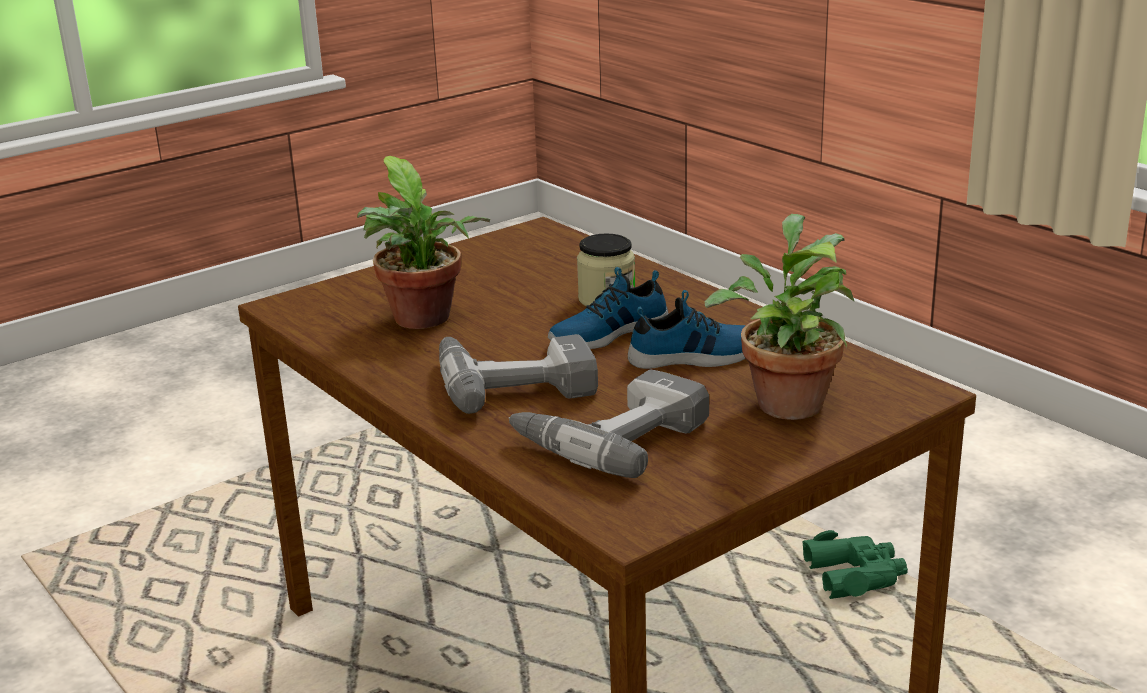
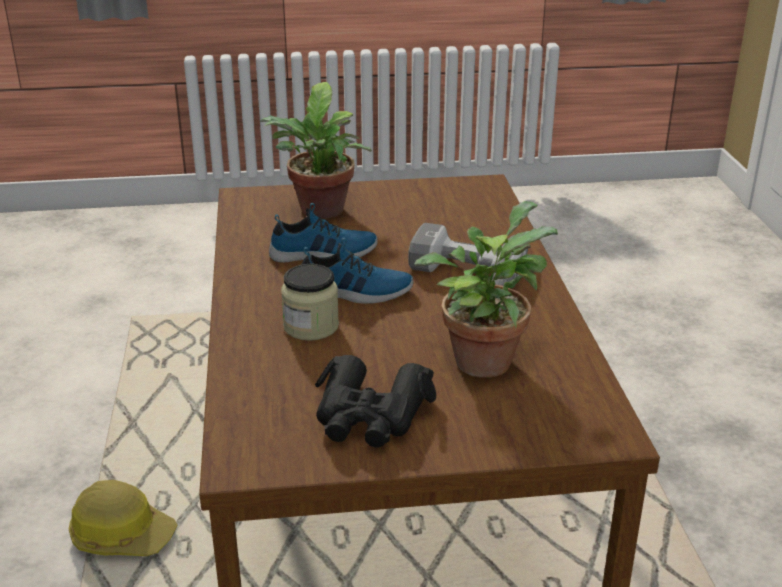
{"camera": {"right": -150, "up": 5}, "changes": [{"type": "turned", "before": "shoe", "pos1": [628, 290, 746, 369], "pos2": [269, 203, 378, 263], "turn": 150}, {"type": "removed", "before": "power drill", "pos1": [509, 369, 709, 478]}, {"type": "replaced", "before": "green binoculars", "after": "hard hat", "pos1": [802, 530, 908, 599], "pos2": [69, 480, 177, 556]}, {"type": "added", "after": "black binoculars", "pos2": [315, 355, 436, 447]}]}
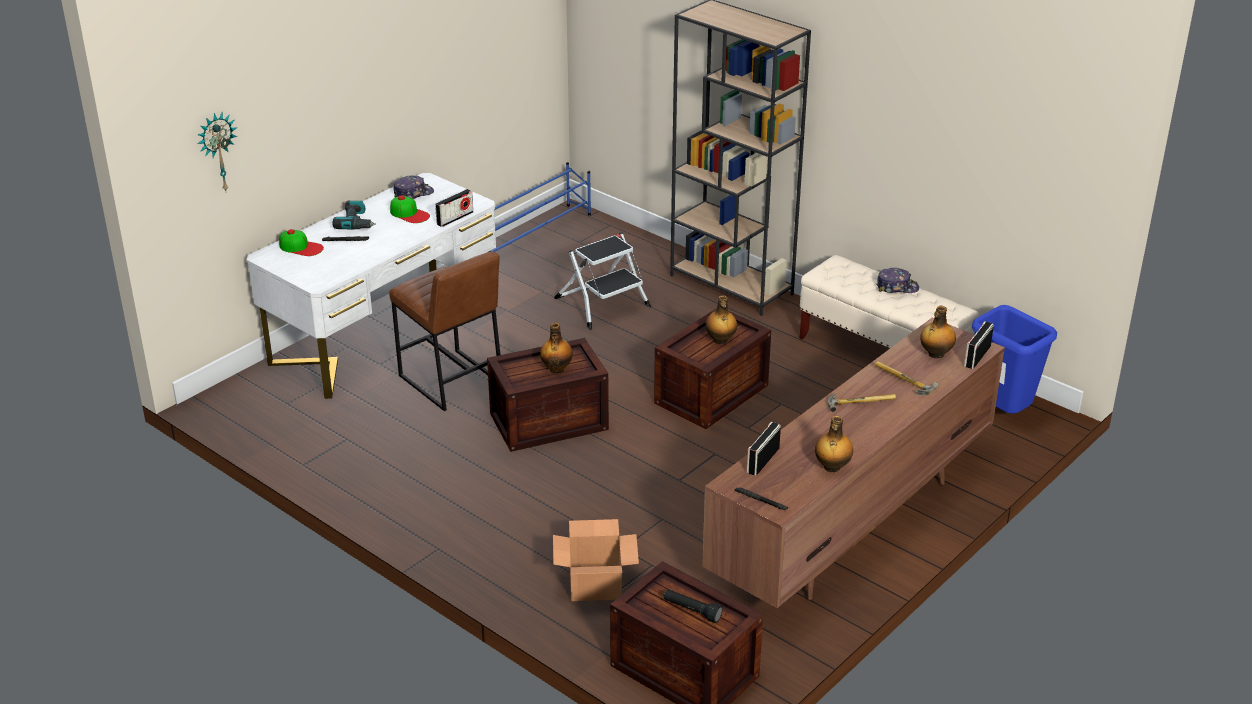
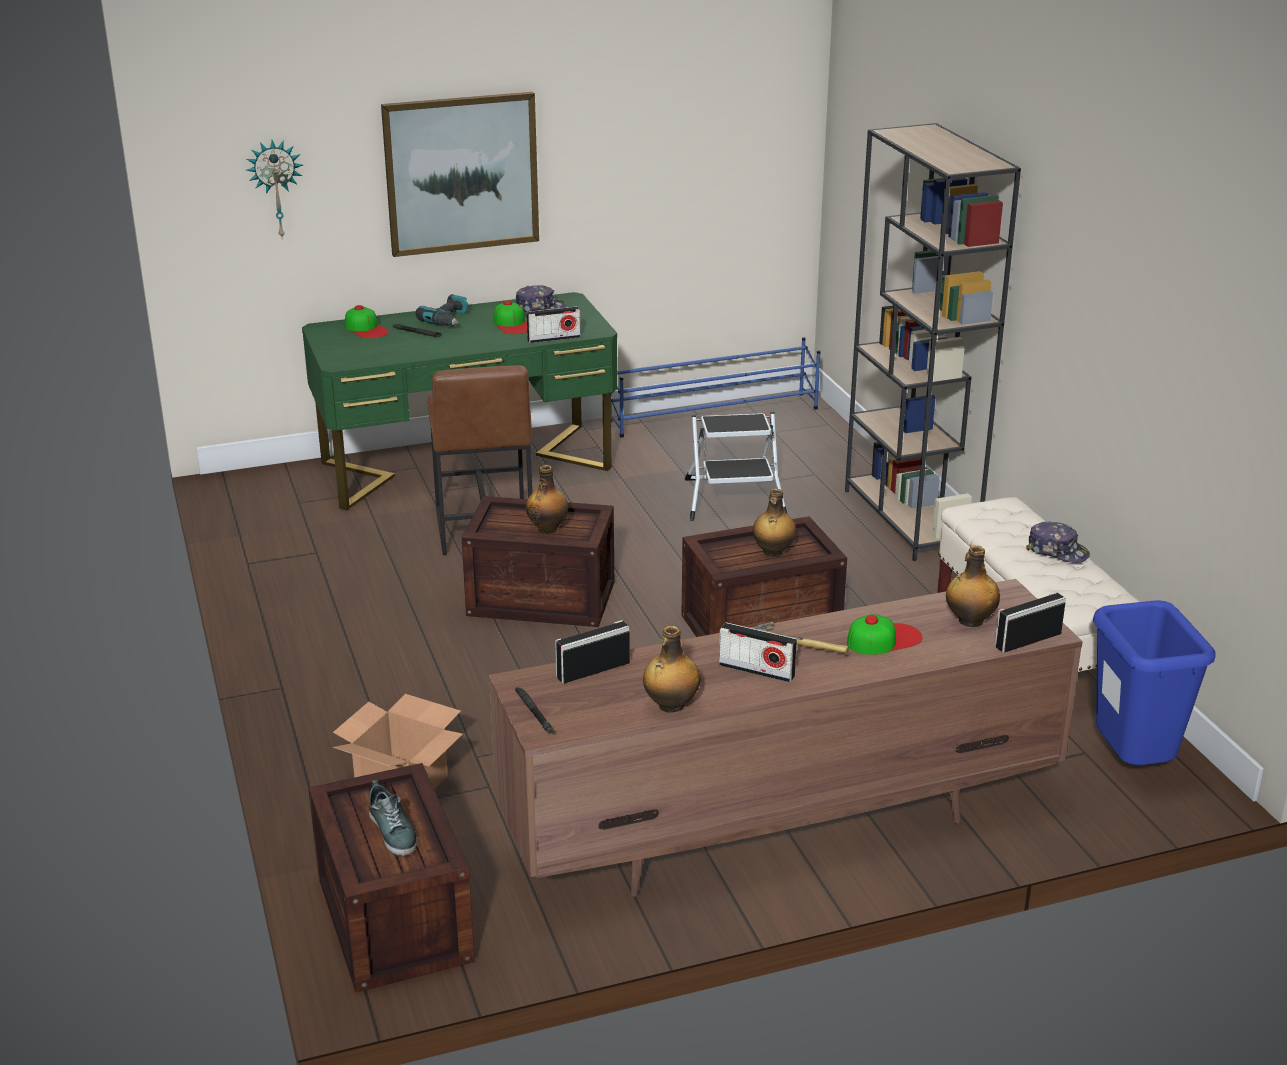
{"camera": {"right": 30, "up": -5}, "changes": [{"type": "recoloured", "before": "white desk", "after": "green desk", "pos1": [247, 173, 496, 399], "pos2": [302, 292, 617, 510]}, {"type": "replaced", "before": "hammer", "after": "cap", "pos1": [874, 361, 939, 396], "pos2": [847, 614, 922, 655]}, {"type": "replaced", "before": "black flashlight", "after": "shoe", "pos1": [663, 589, 723, 623], "pos2": [369, 780, 417, 856]}, {"type": "added", "after": "picture", "pos2": [381, 92, 539, 257]}, {"type": "added", "after": "radio", "pos2": [719, 622, 797, 683]}]}
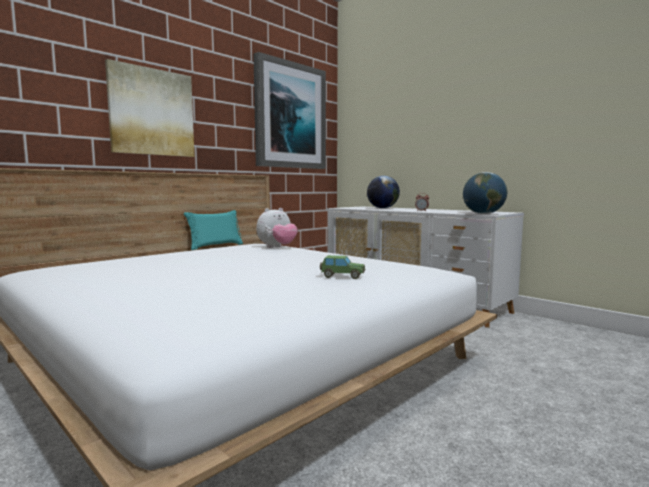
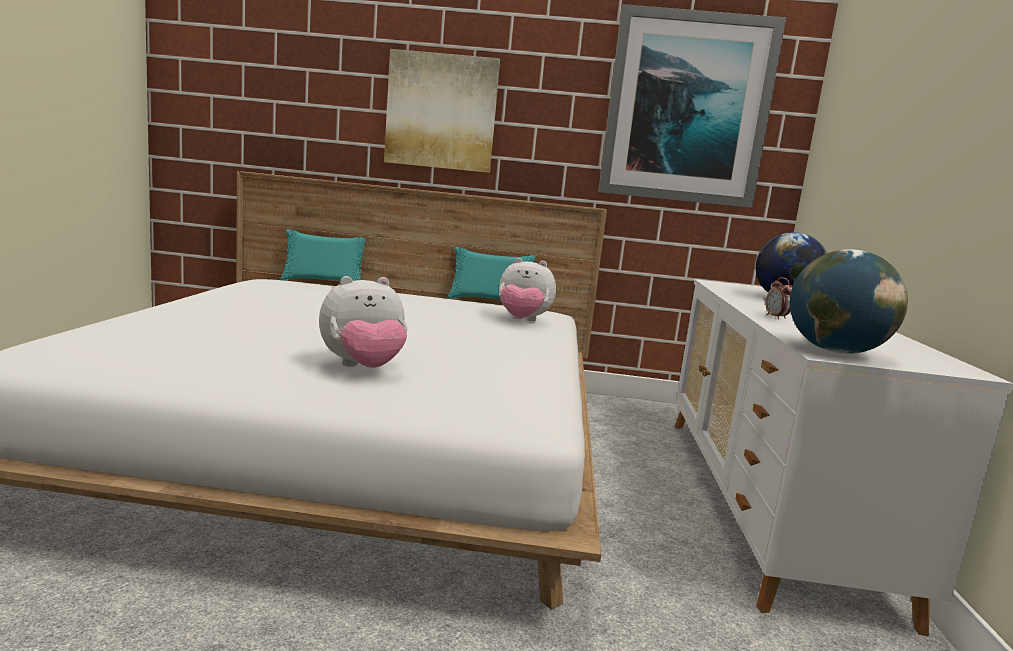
{"camera": {"right": 50, "up": 5}, "changes": [{"type": "replaced", "before": "toy car", "after": "plush toy", "pos1": [320, 255, 365, 279], "pos2": [319, 276, 408, 368]}, {"type": "added", "after": "turquoise pillow", "pos2": [280, 229, 365, 281]}]}
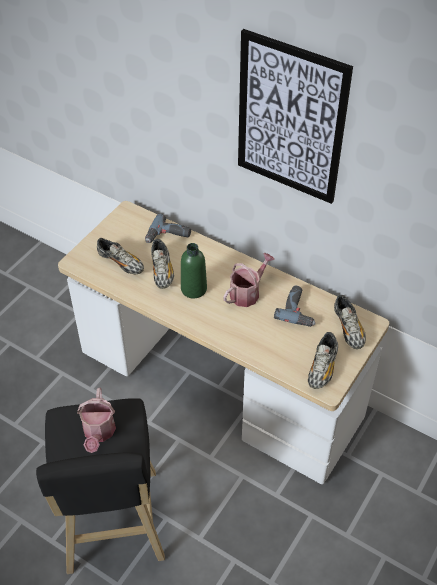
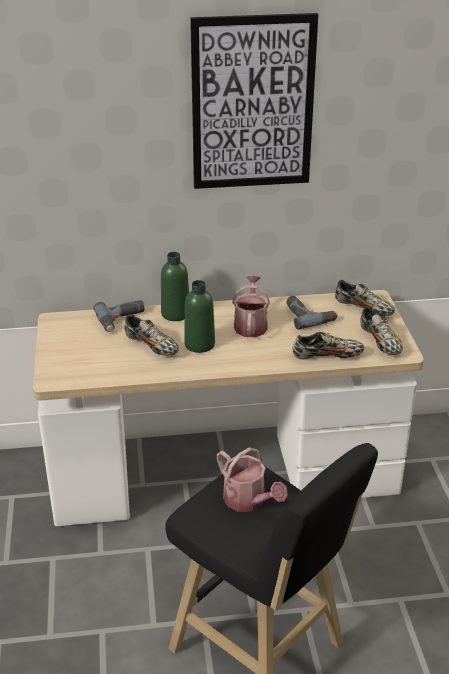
{"camera": {"right": -40, "up": -15}, "changes": [{"type": "moved", "before": "shoe", "pos1": [97, 238, 144, 274], "pos2": [293, 332, 364, 359]}, {"type": "added", "after": "green bottle", "pos2": [161, 252, 189, 321]}]}
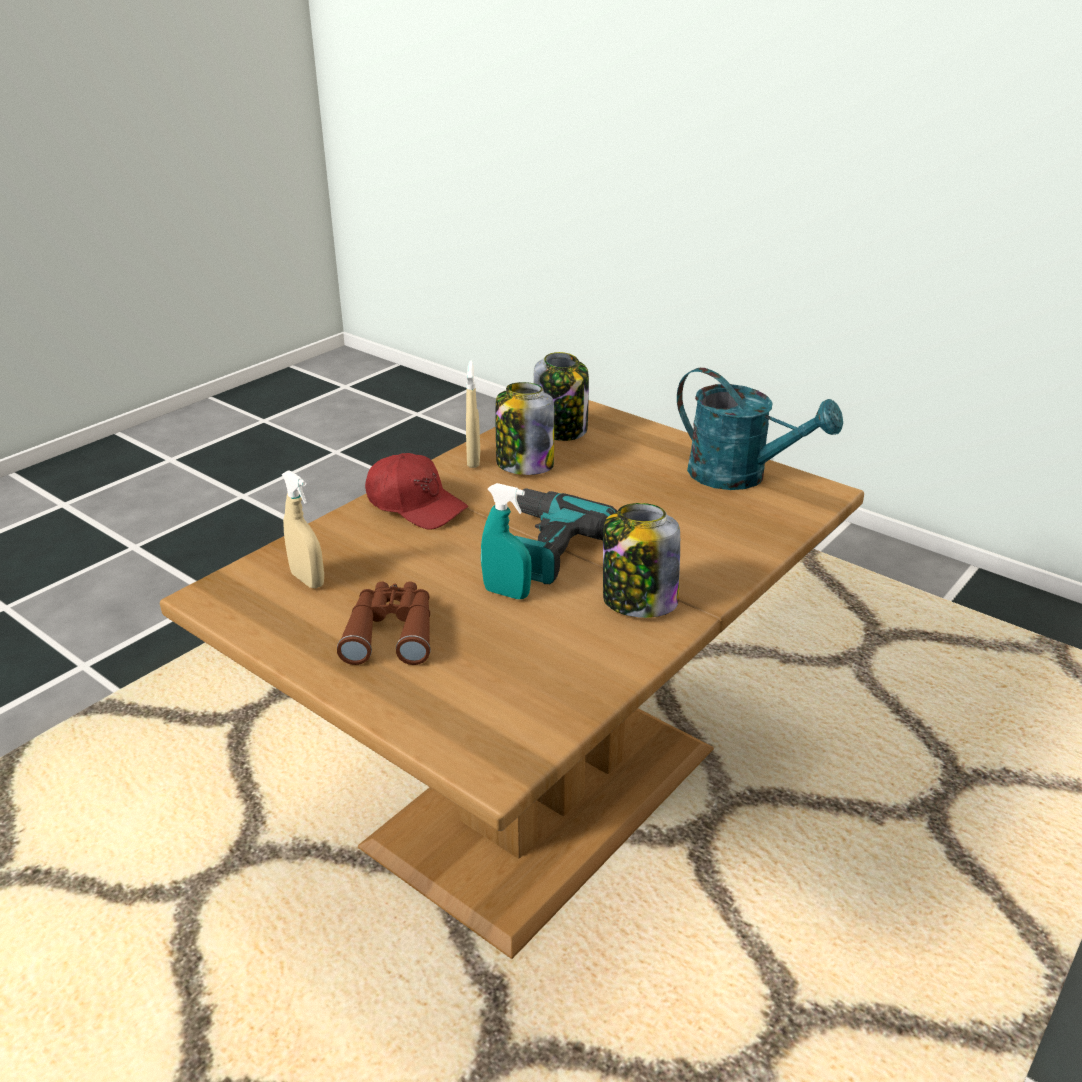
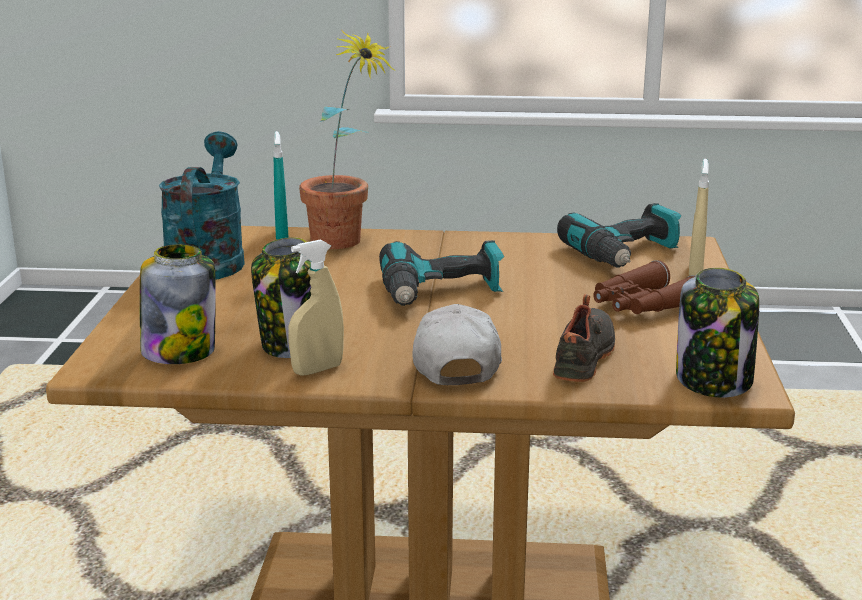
{"camera": {"right": -125, "up": -10}, "changes": [{"type": "recoloured", "before": "red cap", "after": "white cap", "pos1": [365, 453, 468, 529], "pos2": [413, 304, 502, 385]}, {"type": "moved", "before": "beige spray bottle", "pos1": [281, 470, 324, 588], "pos2": [689, 159, 709, 276]}, {"type": "moved", "before": "turquoise spray bottle", "pos1": [481, 483, 531, 599], "pos2": [273, 131, 289, 239]}, {"type": "moved", "before": "jar", "pos1": [603, 503, 680, 618], "pos2": [676, 268, 759, 398]}, {"type": "added", "after": "potted plant", "pos2": [299, 30, 395, 249]}, {"type": "added", "after": "power drill", "pos2": [557, 203, 682, 268]}, {"type": "added", "after": "black shoe", "pos2": [553, 294, 615, 382]}]}
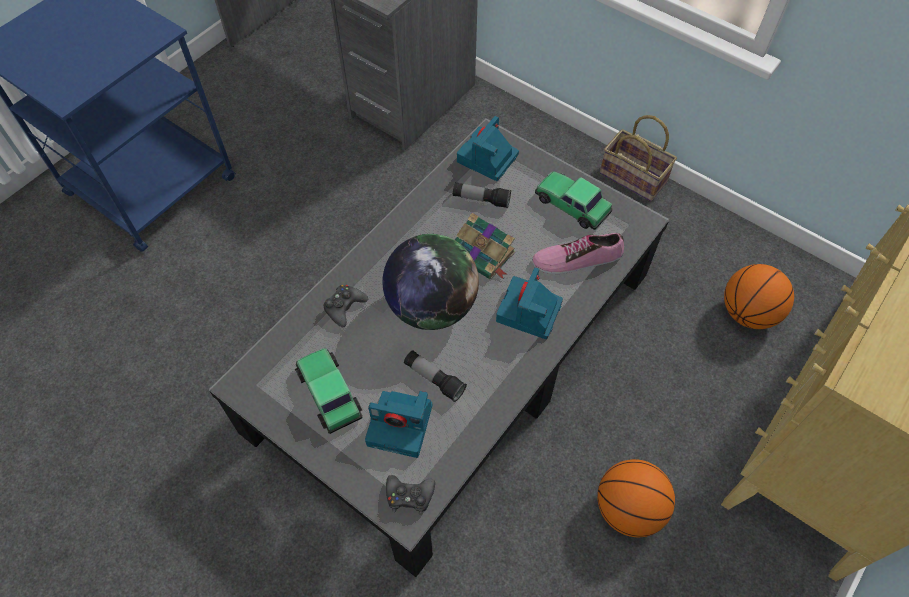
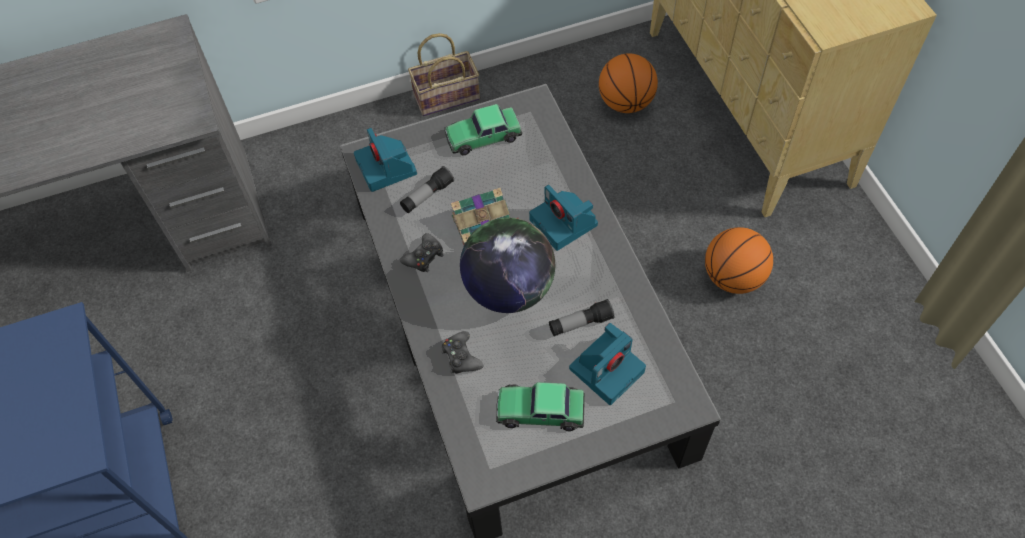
{"camera": {"right": -55, "up": 0}, "changes": [{"type": "removed", "before": "shoe", "pos1": [532, 233, 624, 274]}, {"type": "moved", "before": "black game controller", "pos1": [386, 475, 435, 515], "pos2": [400, 233, 444, 272]}]}
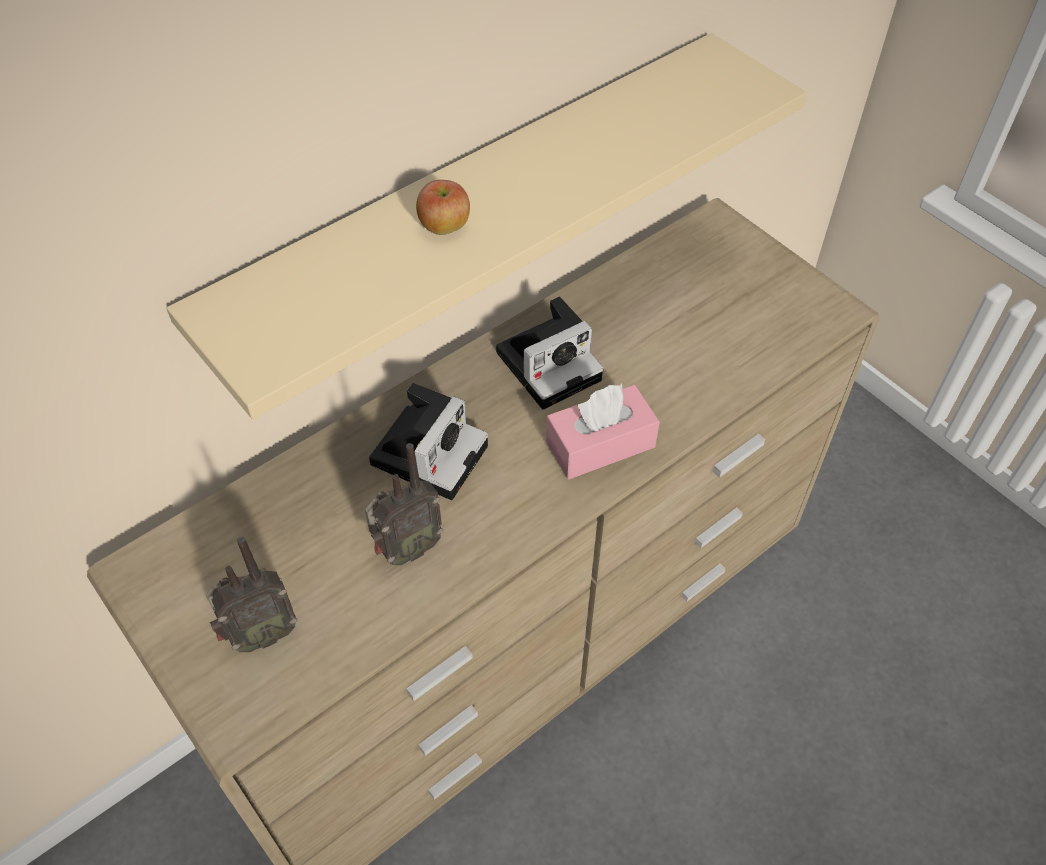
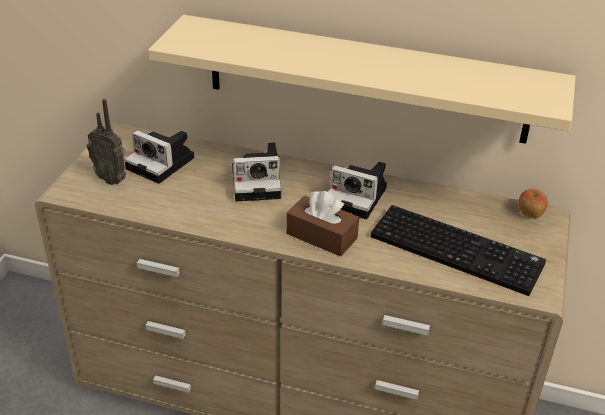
{"camera": {"right": 55, "up": -15}, "changes": [{"type": "moved", "before": "apple", "pos1": [416, 180, 470, 235], "pos2": [518, 189, 548, 219]}, {"type": "recoloured", "before": "pink tissue box", "after": "brown tissue box", "pos1": [546, 384, 660, 479], "pos2": [286, 191, 359, 257]}, {"type": "removed", "before": "radio", "pos1": [365, 443, 443, 565]}, {"type": "added", "after": "photo camera", "pos2": [124, 130, 194, 184]}, {"type": "added", "after": "keyboard", "pos2": [371, 205, 546, 296]}]}
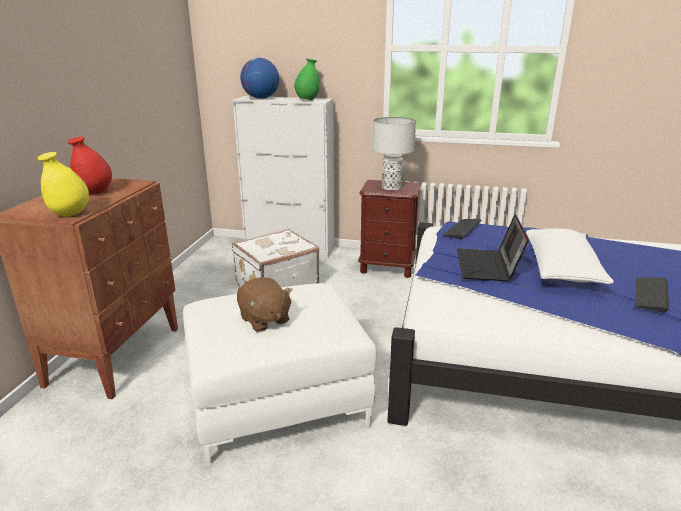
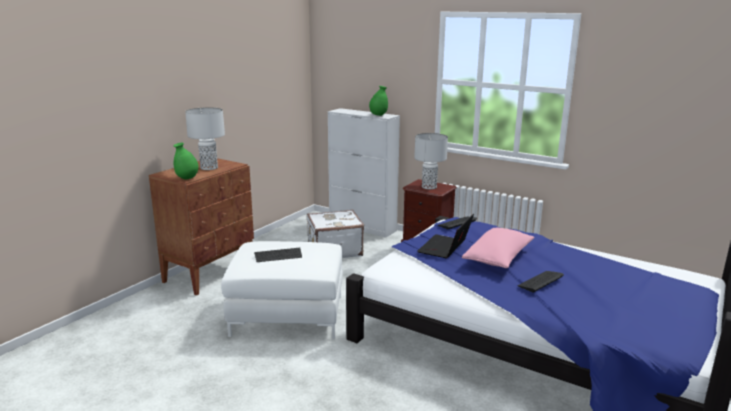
{"camera": {"right": 20, "up": -5}, "changes": [{"type": "removed", "before": "globe", "pos1": [240, 58, 279, 99]}, {"type": "replaced", "before": "red vase", "after": "white table lamp", "pos1": [68, 137, 112, 195], "pos2": [185, 107, 225, 170]}, {"type": "recoloured", "before": "yellow vase", "after": "green vase", "pos1": [38, 152, 89, 217], "pos2": [174, 143, 199, 180]}, {"type": "recoloured", "before": "white pillow", "after": "pink pillow", "pos1": [526, 228, 614, 284], "pos2": [462, 228, 534, 268]}, {"type": "replaced", "before": "brown plush toy", "after": "keyboard", "pos1": [237, 277, 292, 332], "pos2": [254, 248, 302, 262]}]}
